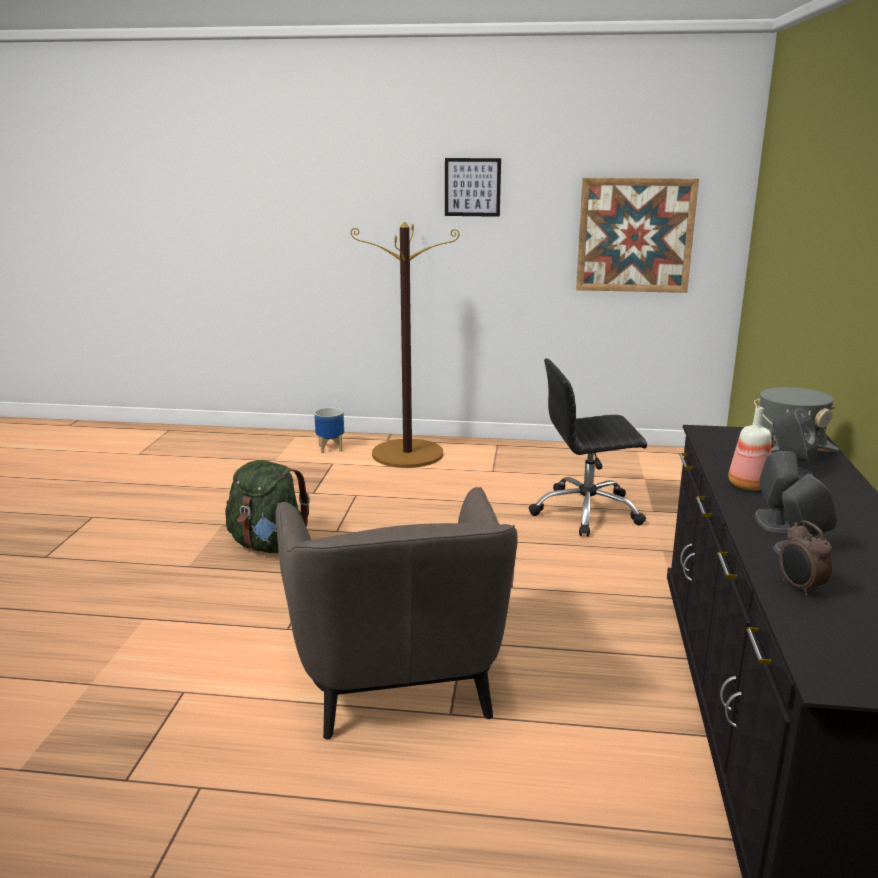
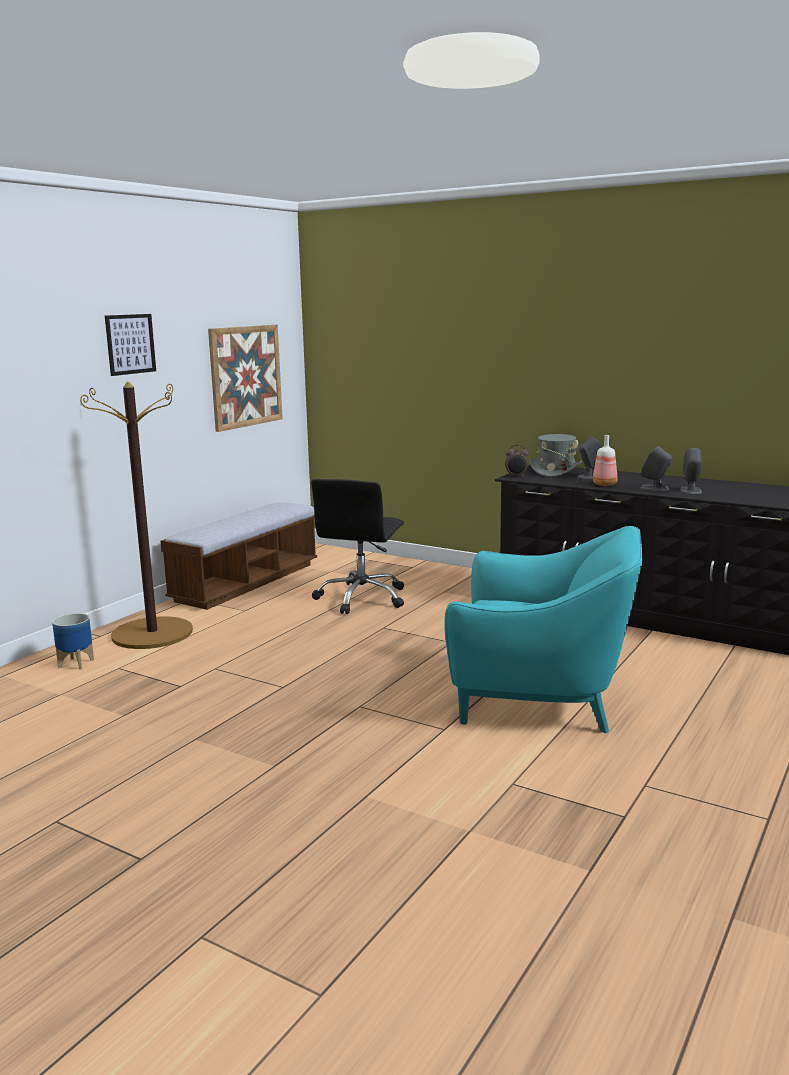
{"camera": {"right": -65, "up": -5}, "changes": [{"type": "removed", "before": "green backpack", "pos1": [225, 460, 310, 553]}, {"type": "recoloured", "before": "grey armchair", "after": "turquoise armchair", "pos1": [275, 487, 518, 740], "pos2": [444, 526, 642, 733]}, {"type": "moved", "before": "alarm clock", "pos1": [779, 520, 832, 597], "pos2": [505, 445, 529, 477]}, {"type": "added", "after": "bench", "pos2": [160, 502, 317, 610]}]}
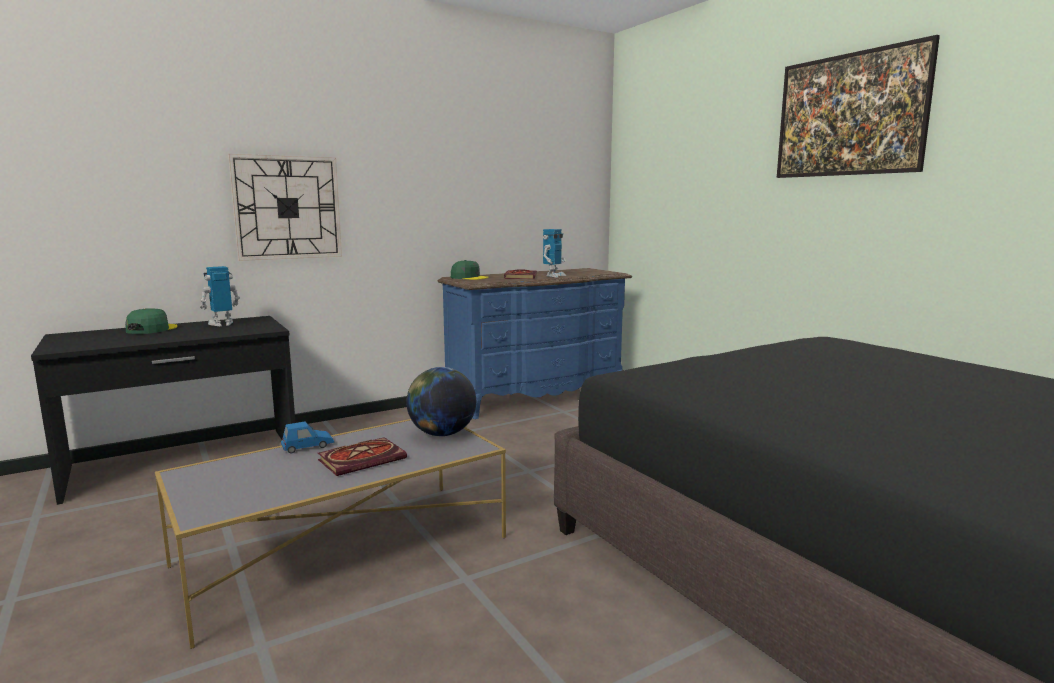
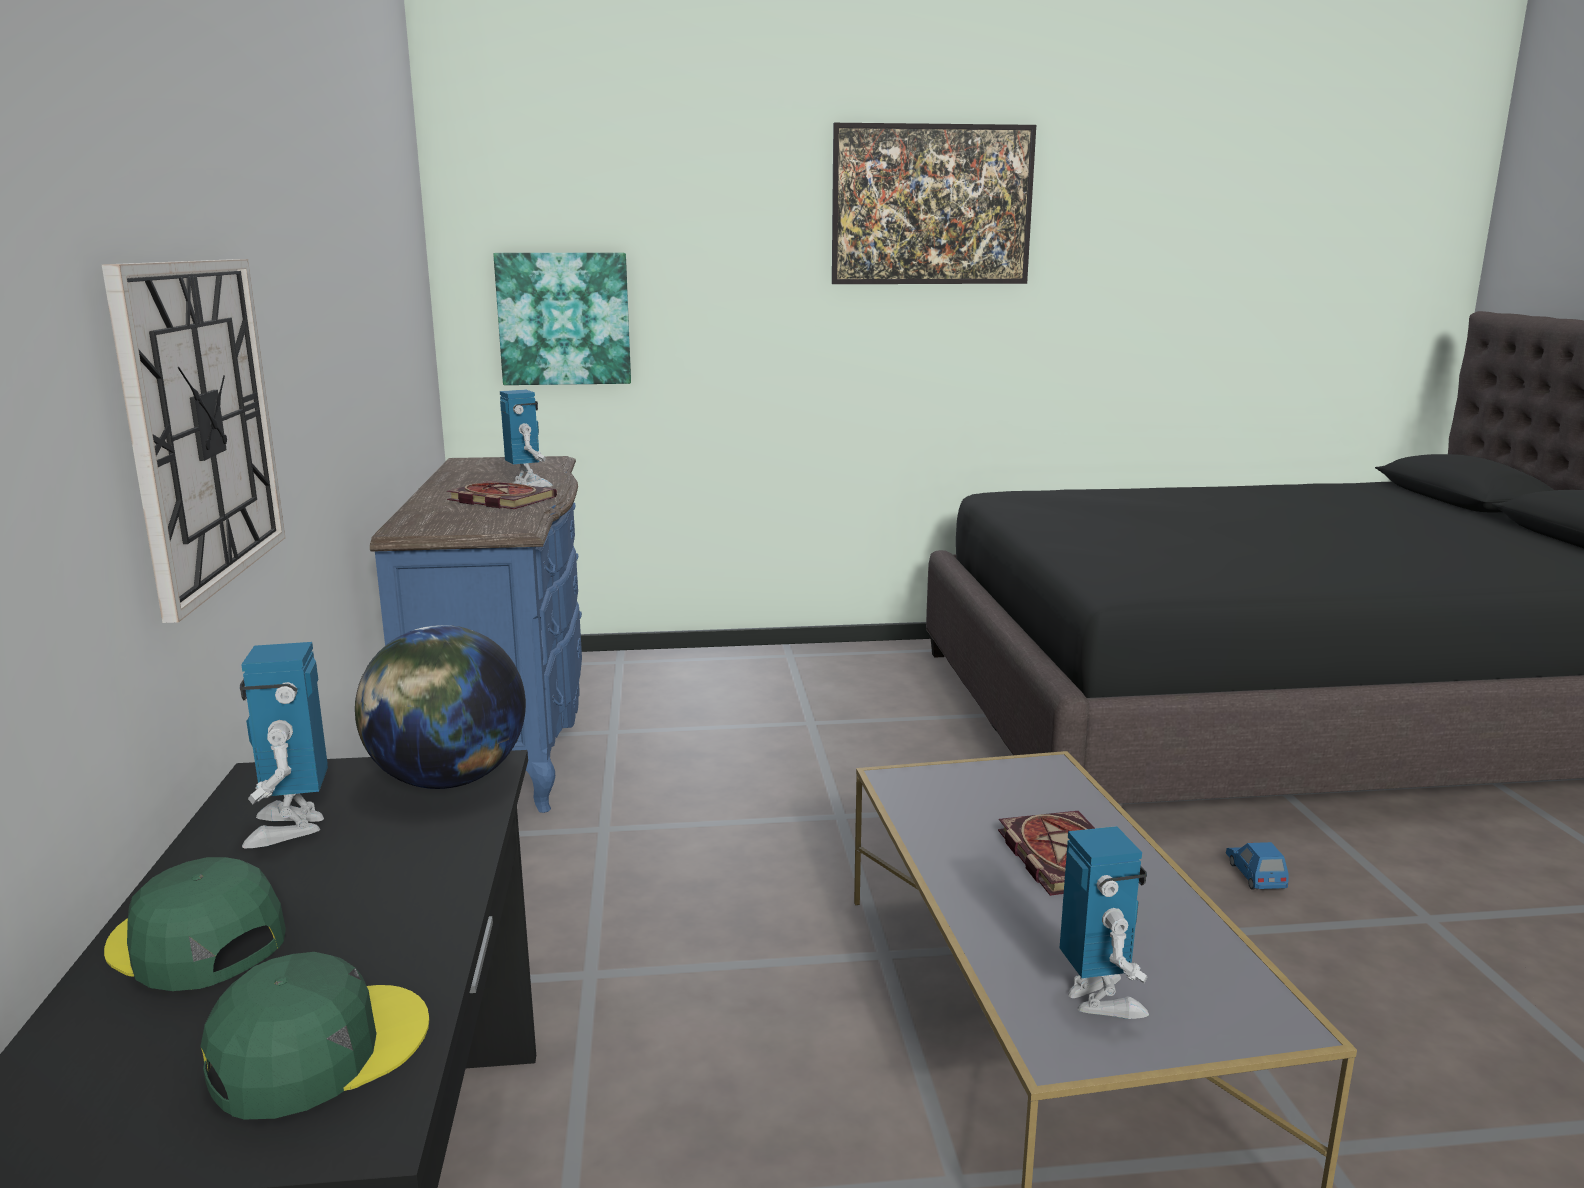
{"camera": {"right": -65, "up": 5}, "changes": [{"type": "moved", "before": "green cap", "pos1": [451, 260, 489, 280], "pos2": [200, 952, 429, 1120]}, {"type": "moved", "before": "globe", "pos1": [406, 367, 476, 436], "pos2": [355, 625, 526, 789]}, {"type": "moved", "before": "blue toy car", "pos1": [281, 421, 334, 453], "pos2": [1226, 842, 1288, 889]}, {"type": "added", "after": "picture", "pos2": [494, 253, 631, 385]}, {"type": "added", "after": "toy robot", "pos2": [1060, 826, 1149, 1019]}]}
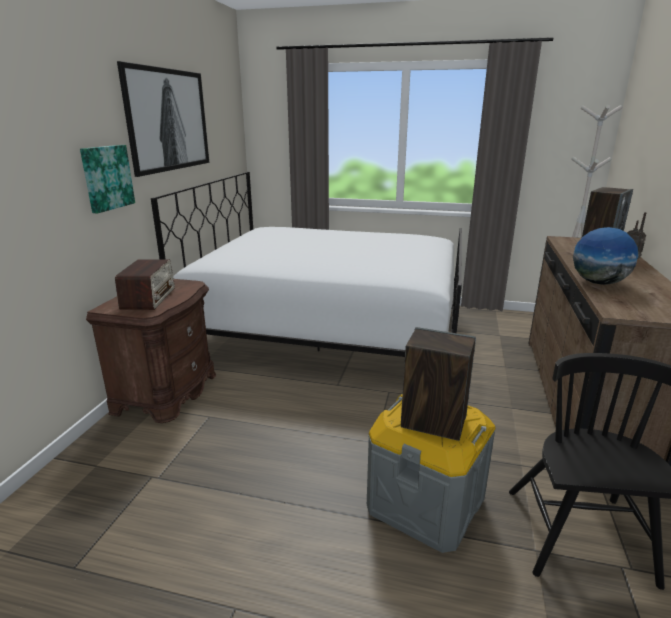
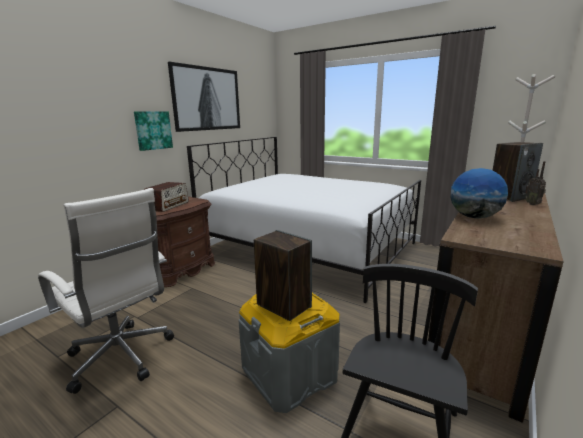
{"camera": {"right": 20, "up": -5}, "changes": [{"type": "added", "after": "white office chair", "pos2": [38, 188, 174, 394]}]}
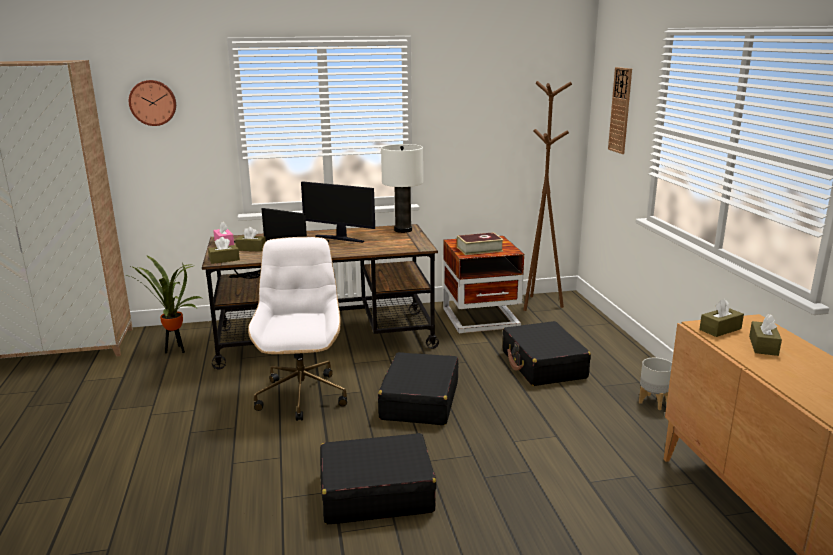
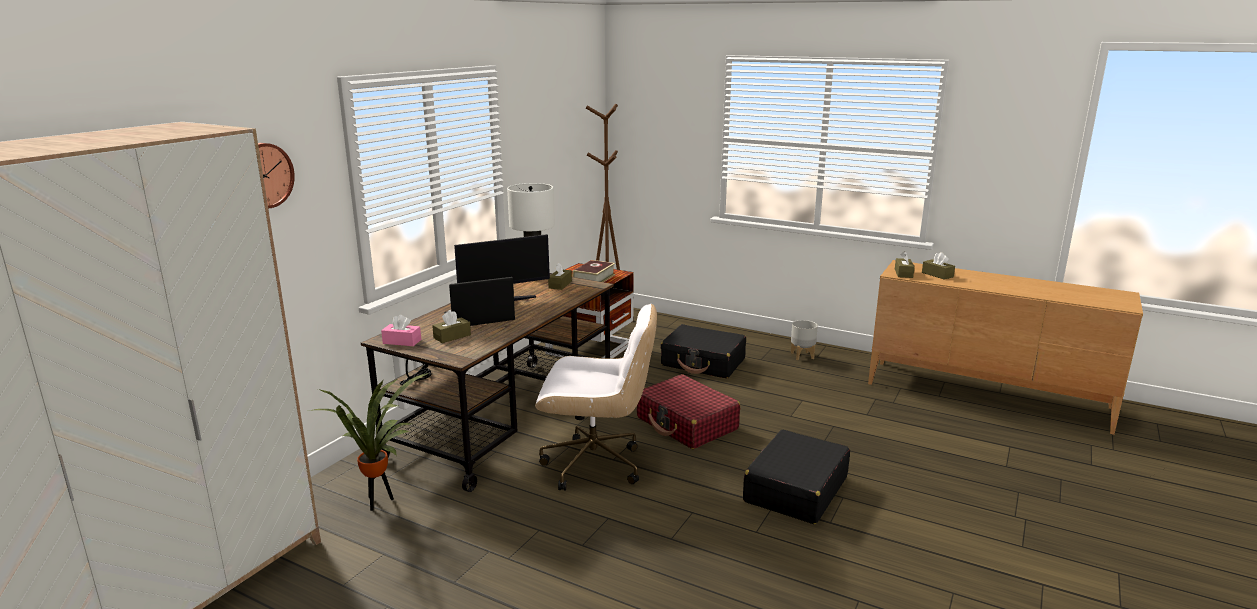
{"camera": {"right": -50, "up": 0}, "changes": [{"type": "removed", "before": "wall clock", "pos1": [608, 67, 632, 154]}, {"type": "moved", "before": "brown tissue box", "pos1": [208, 237, 240, 264], "pos2": [548, 262, 572, 290]}, {"type": "turned", "before": "white office chair", "pos1": [248, 237, 347, 421], "pos2": [535, 304, 657, 491], "turn": 150}, {"type": "recoloured", "before": "black suitcase", "after": "red suitcase", "pos1": [378, 352, 458, 425], "pos2": [637, 374, 740, 449]}]}
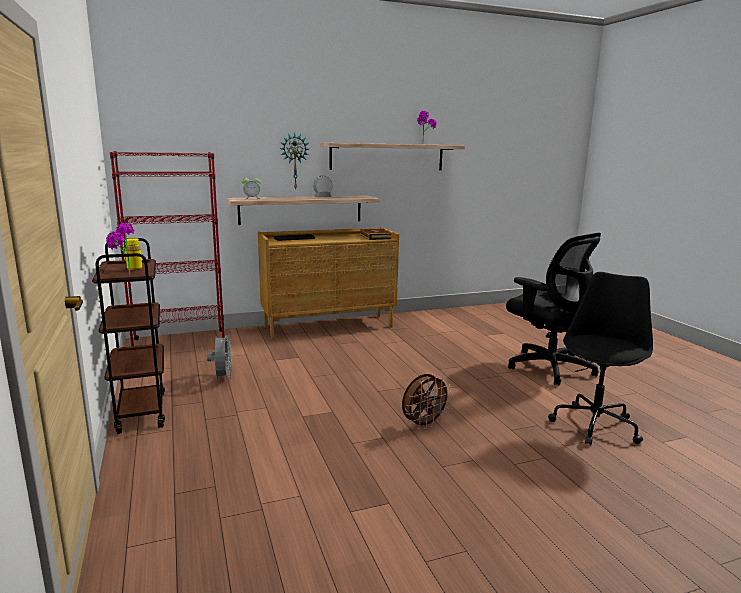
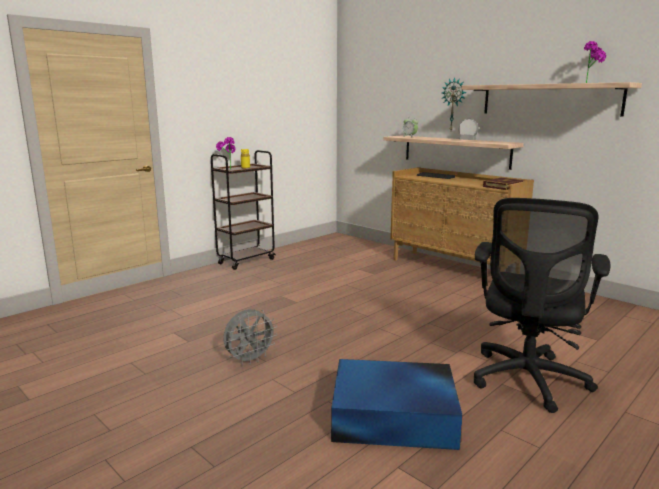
{"camera": {"right": 65, "up": 0}, "changes": [{"type": "removed", "before": "red bookcase", "pos1": [110, 151, 225, 346]}, {"type": "replaced", "before": "black office chair", "after": "blue storage box", "pos1": [548, 272, 653, 445], "pos2": [331, 359, 463, 450]}, {"type": "moved", "before": "grey fan", "pos1": [207, 332, 231, 381], "pos2": [223, 309, 278, 365]}, {"type": "removed", "before": "brown fan", "pos1": [402, 374, 452, 430]}]}
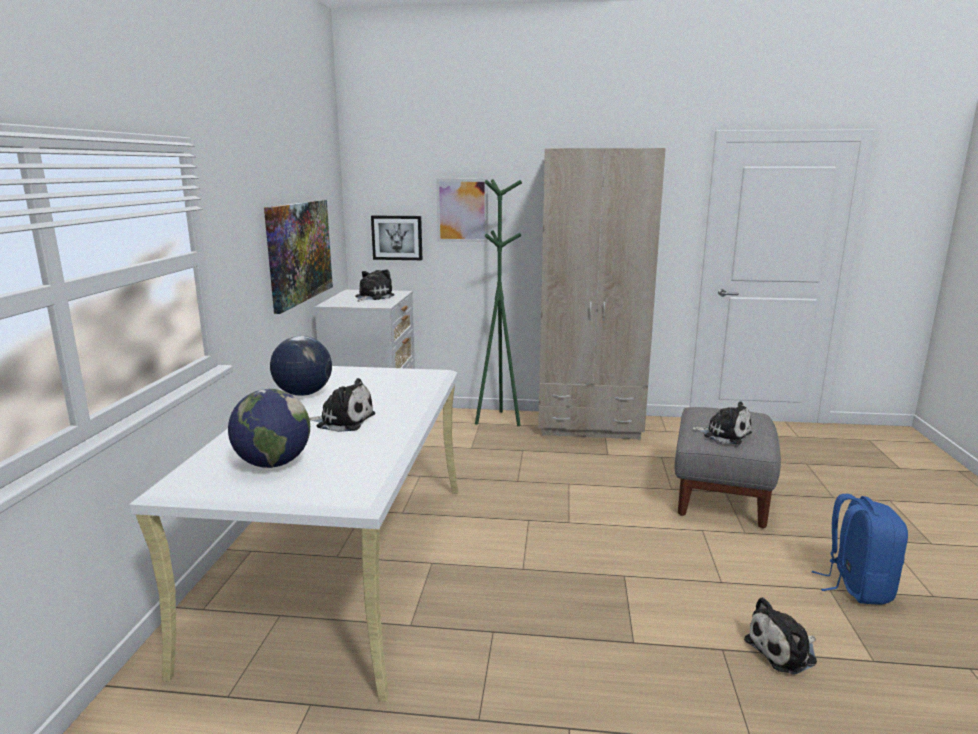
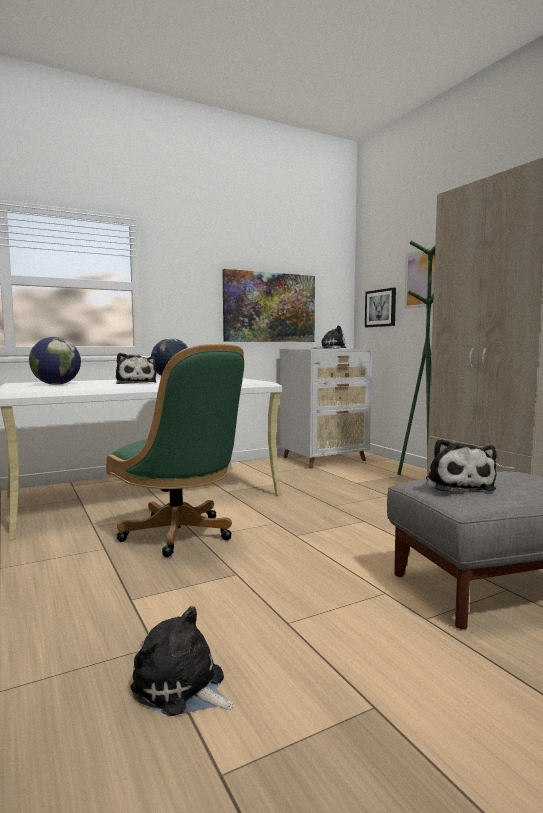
{"camera": {"right": 55, "up": -10}, "changes": [{"type": "removed", "before": "blue backpack", "pos1": [812, 494, 908, 605]}, {"type": "added", "after": "green office chair", "pos2": [106, 344, 244, 557]}]}
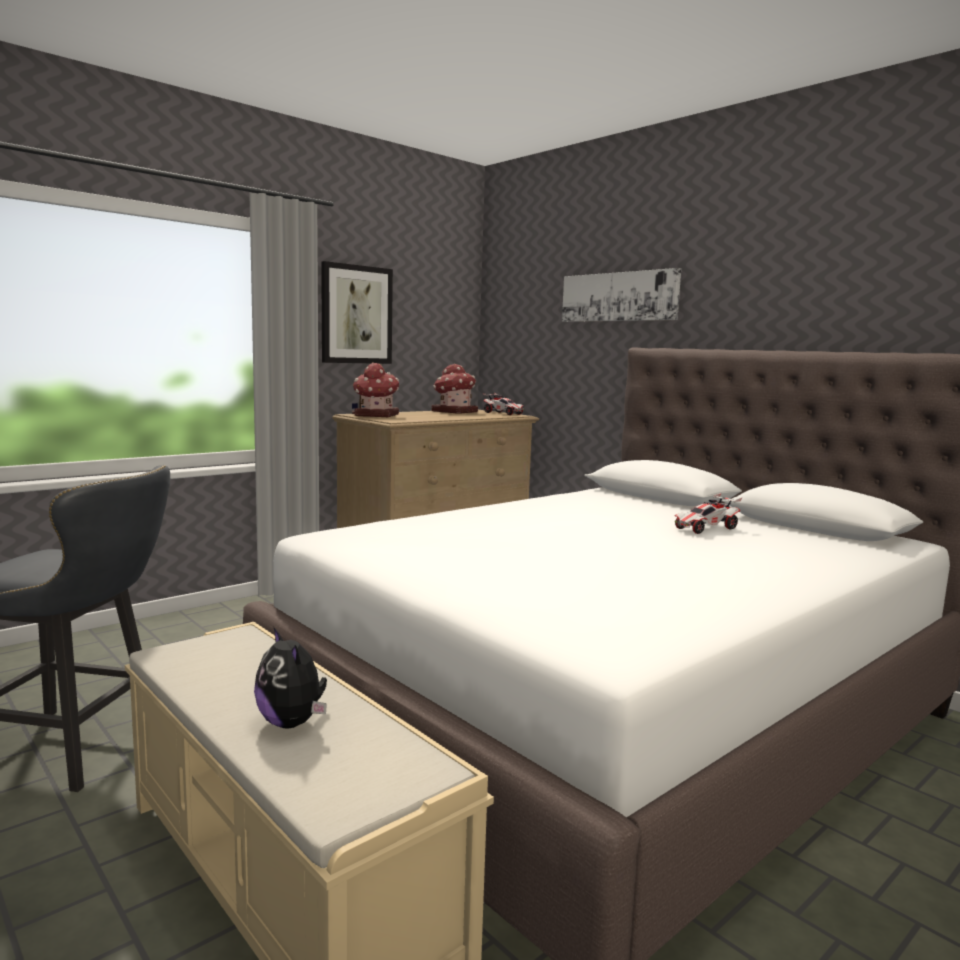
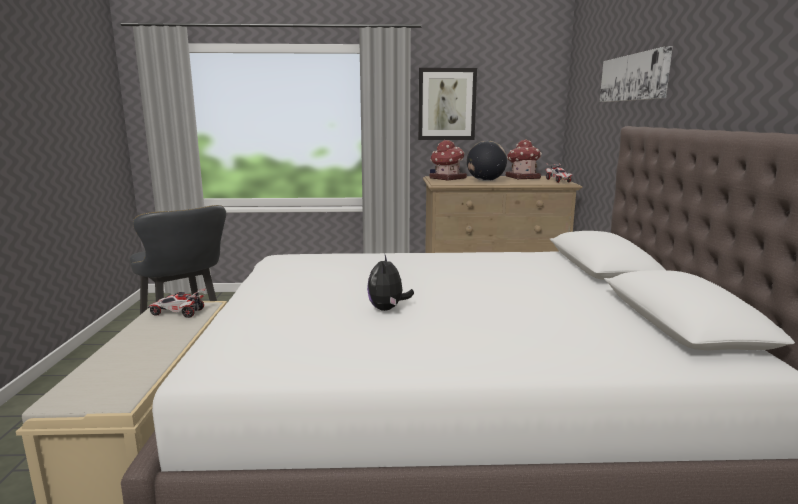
{"camera": {"right": 40, "up": 5}, "changes": [{"type": "moved", "before": "toy car", "pos1": [675, 493, 742, 534], "pos2": [148, 288, 206, 318]}, {"type": "moved", "before": "plush toy", "pos1": [254, 628, 327, 729], "pos2": [367, 255, 414, 311]}, {"type": "added", "after": "globe", "pos2": [467, 141, 507, 181]}]}
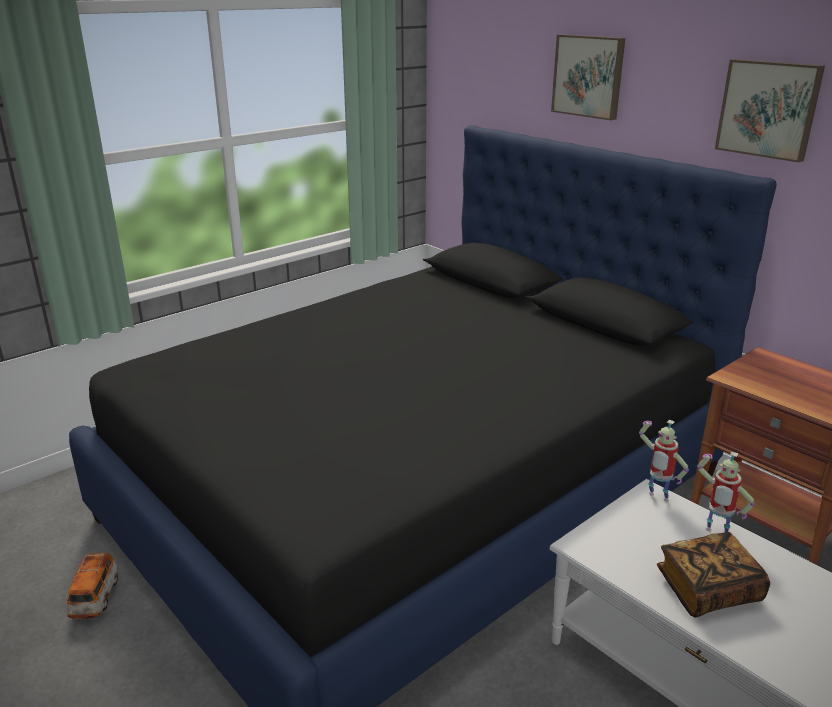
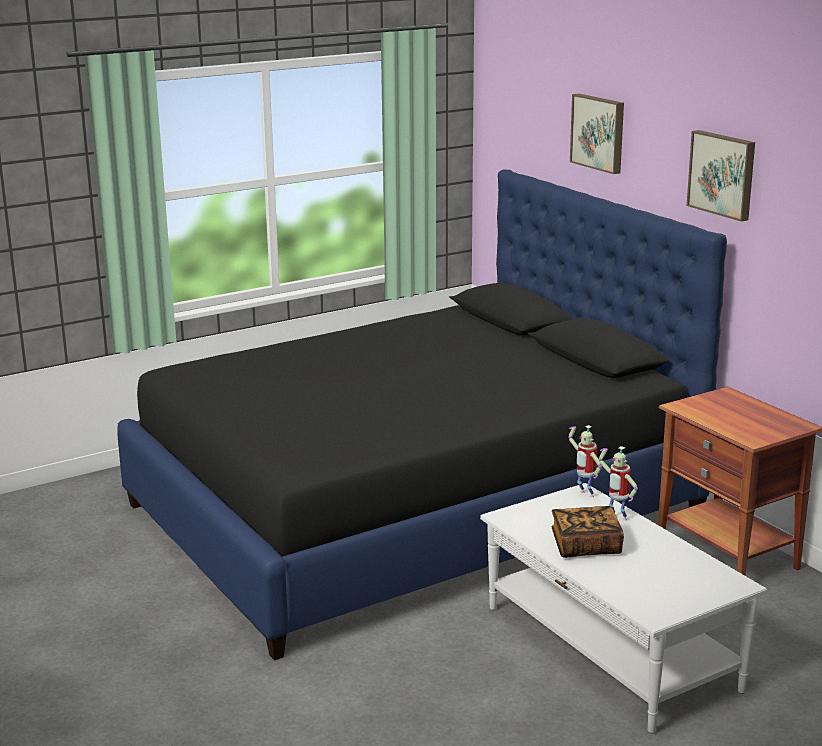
{"camera": {"right": 10, "up": -5}, "changes": [{"type": "removed", "before": "toy car", "pos1": [65, 553, 119, 619]}]}
